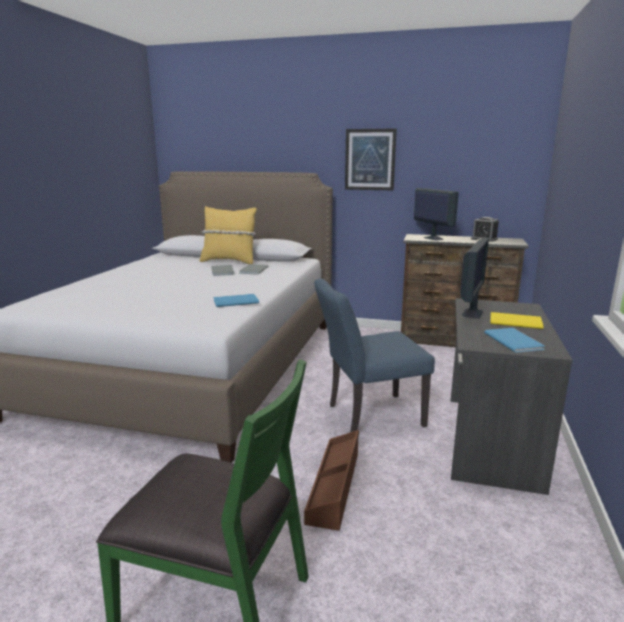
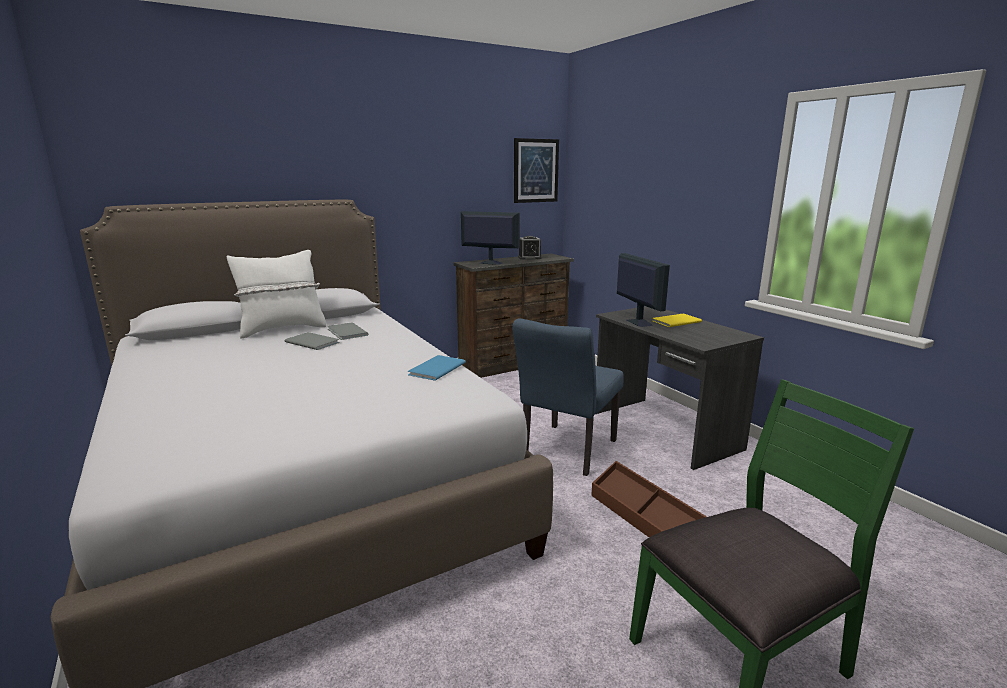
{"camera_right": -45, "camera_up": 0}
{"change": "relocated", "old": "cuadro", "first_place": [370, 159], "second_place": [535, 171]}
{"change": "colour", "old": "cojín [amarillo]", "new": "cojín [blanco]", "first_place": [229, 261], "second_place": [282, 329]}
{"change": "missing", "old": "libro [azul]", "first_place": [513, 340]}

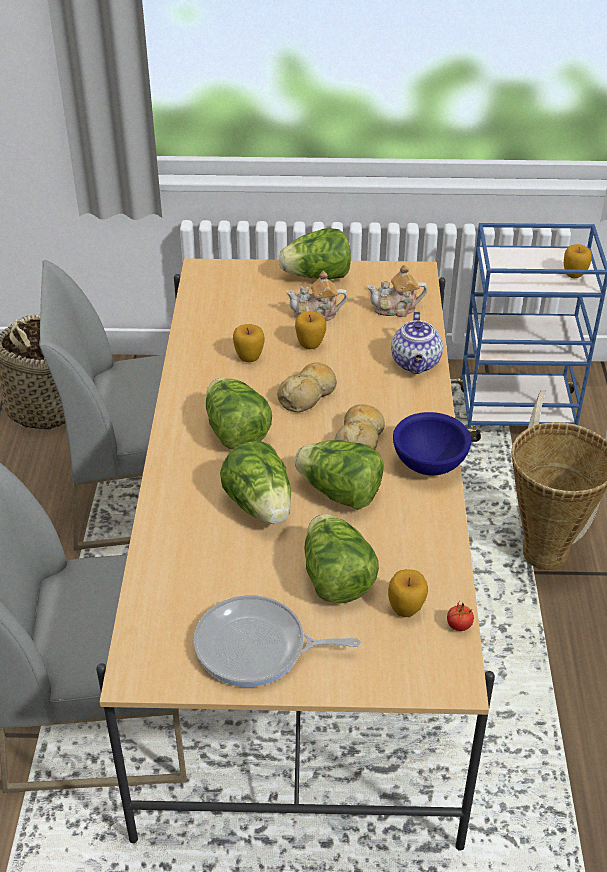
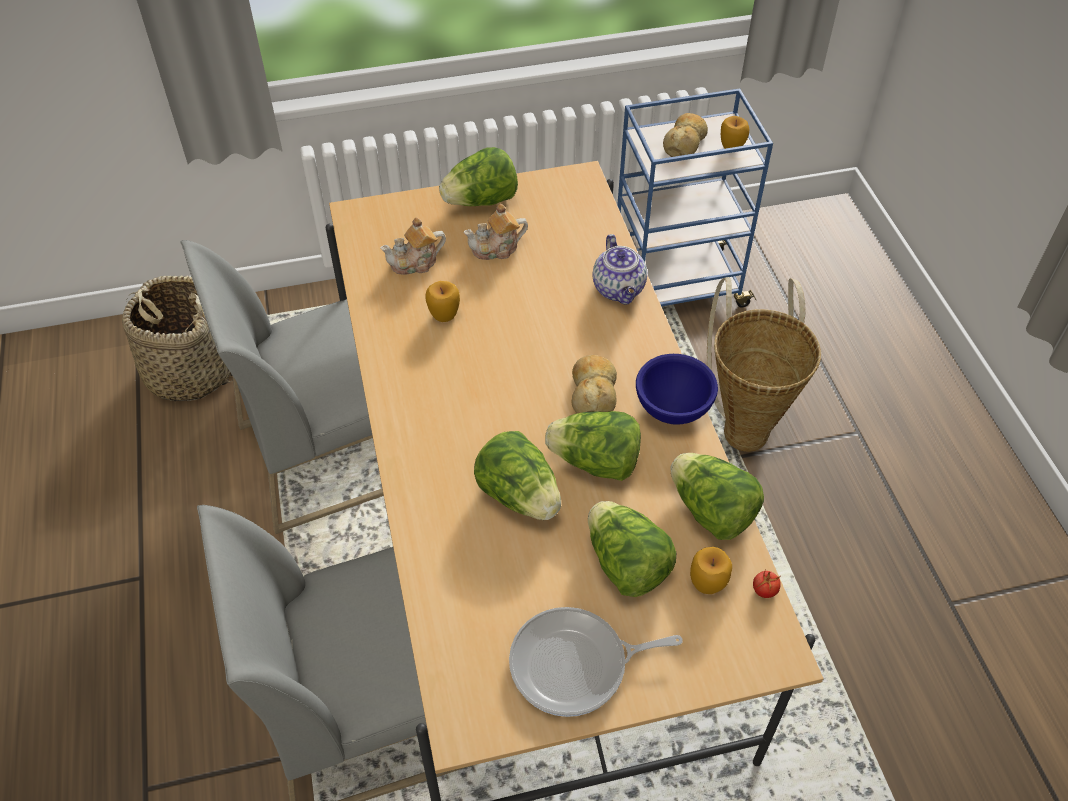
{"camera_right": -15, "camera_up": 10}
{"change": "relocated", "old": "tetera", "first_place": [396, 308], "second_place": [415, 263]}
{"change": "missing", "old": "manzana", "first_place": [310, 344]}
{"change": "relocated", "old": "pan", "first_place": [308, 395], "second_place": [685, 142]}
{"change": "relocated", "old": "lechuga", "first_place": [235, 432], "second_place": [711, 512]}

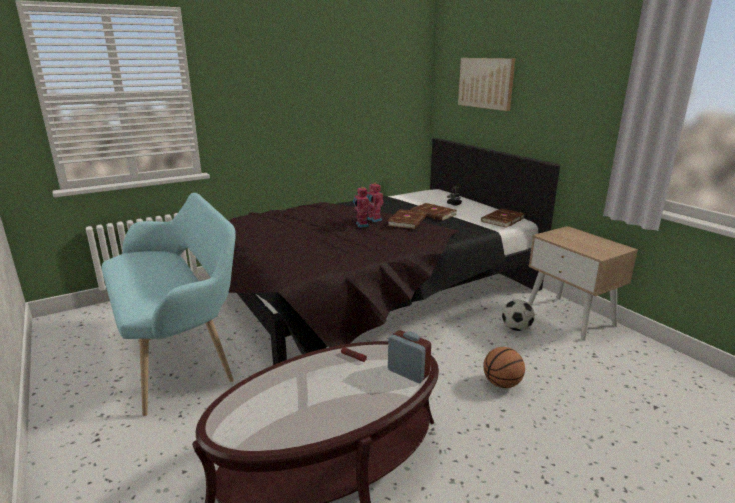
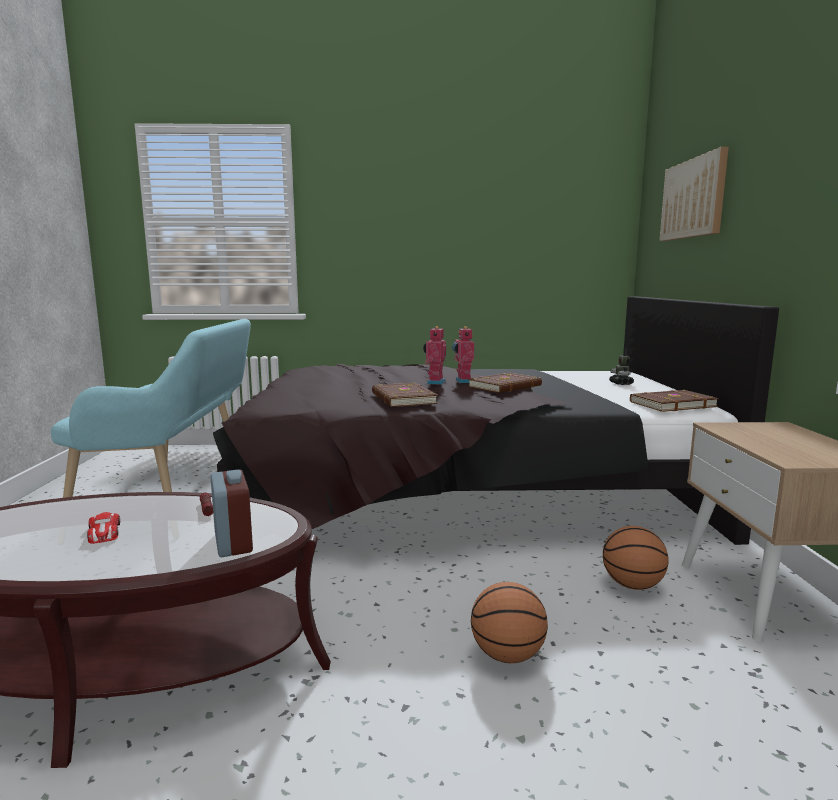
{"camera_right": 30, "camera_up": -10}
{"change": "relocated", "old": "libro [marrón]", "first_place": [433, 214], "second_place": [402, 399]}
{"change": "exchanged", "old": "balón de fútbol", "new": "balón de baloncesto", "first_place": [516, 328], "second_place": [632, 585]}
{"change": "appeared", "new": "coche de juguete", "second_place": [104, 532]}

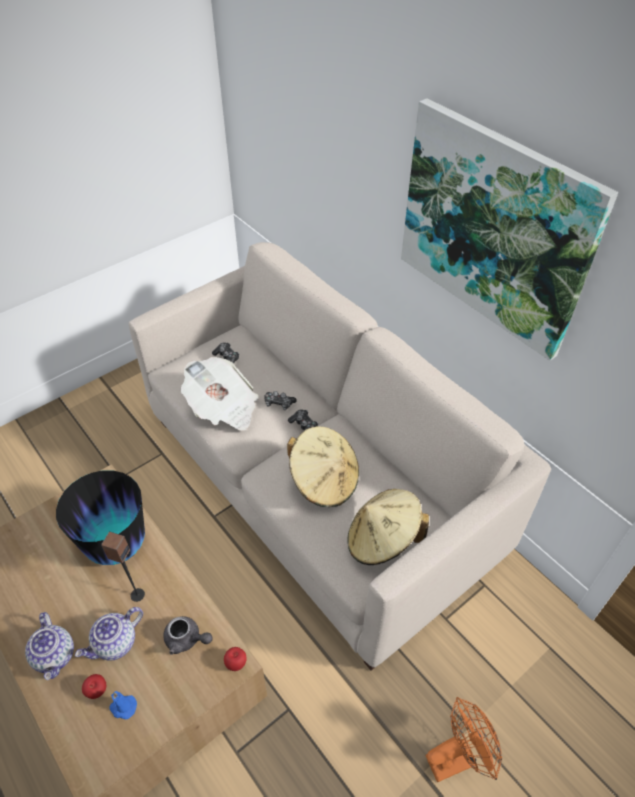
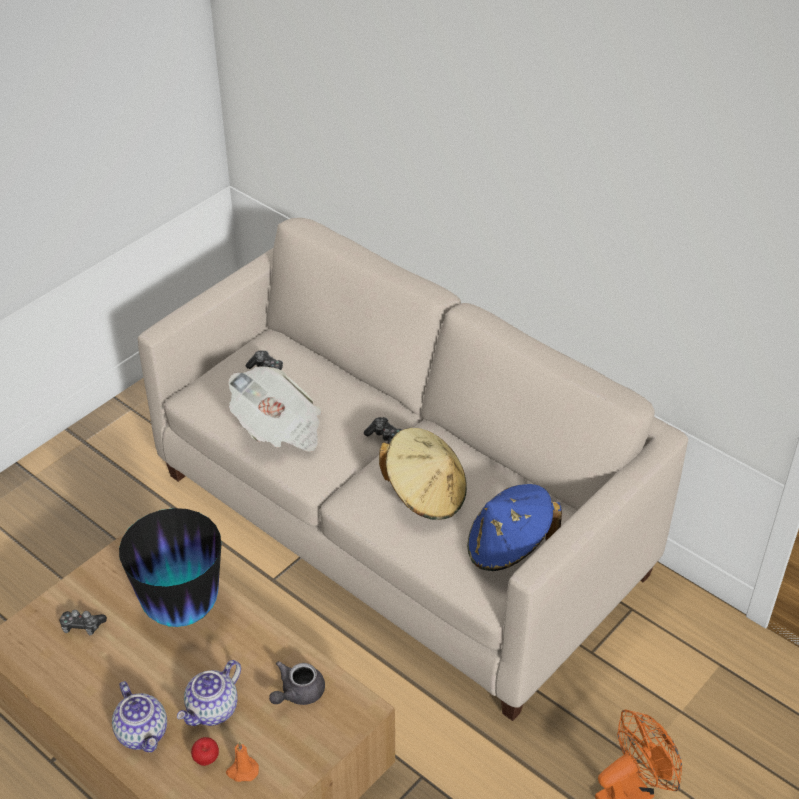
{"camera_right": -10, "camera_up": -5}
{"change": "missing", "old": "cuadro", "first_place": [494, 229]}
{"change": "relocated", "old": "mando de consola", "first_place": [279, 403], "second_place": [82, 626]}
{"change": "colour", "old": "sombrero [beis]", "new": "sombrero [azul]", "first_place": [382, 540], "second_place": [508, 548]}
{"change": "missing", "old": "altavoz", "first_place": [137, 594]}
{"change": "spun", "old": "tetera [gris]", "first_place": [187, 639], "second_place": [297, 693], "degrees": 120}
{"change": "missing", "old": "manzana", "first_place": [236, 663]}
{"change": "colour", "old": "vela [azul]", "new": "vela [naranja]", "first_place": [123, 707], "second_place": [242, 771]}

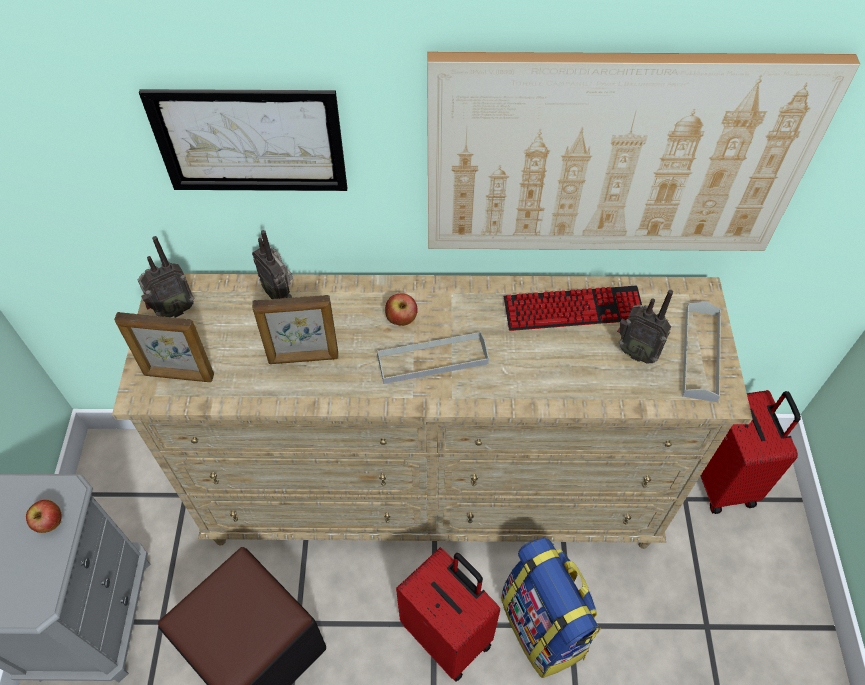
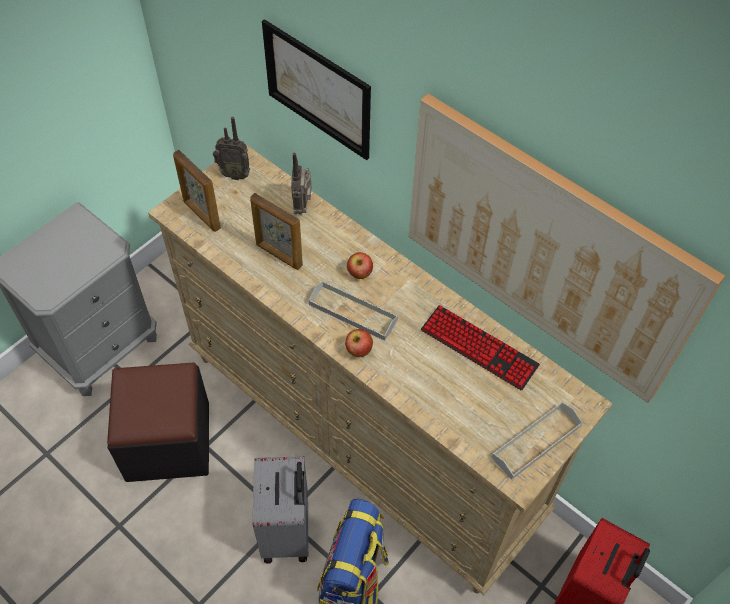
{"camera_right": 40, "camera_up": 0}
{"change": "missing", "old": "radio", "first_place": [636, 351]}
{"change": "relocated", "old": "manzana", "first_place": [50, 523], "second_place": [358, 351]}
{"change": "colour", "old": "maleta [rojo]", "new": "maleta [gris]", "first_place": [448, 634], "second_place": [288, 531]}

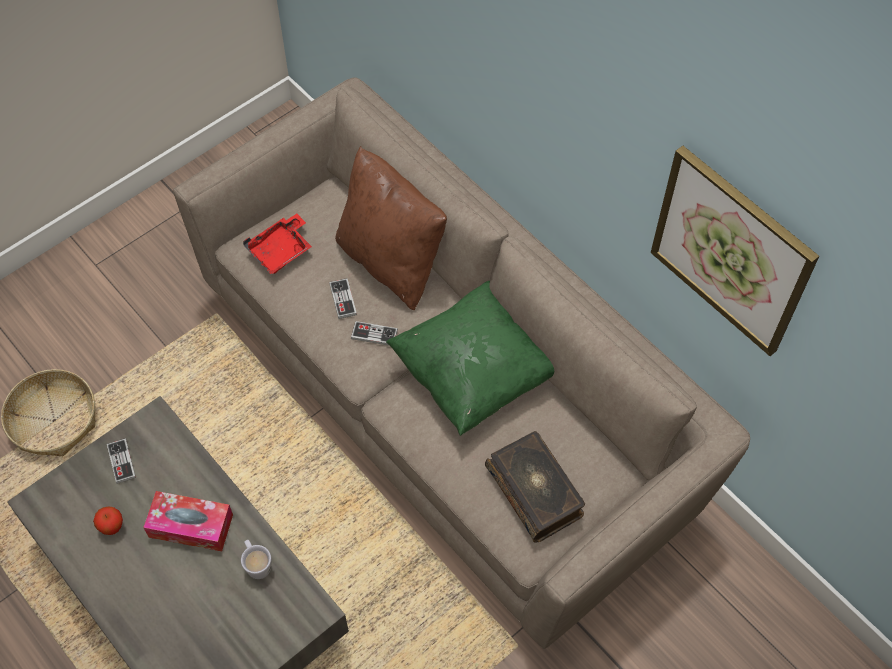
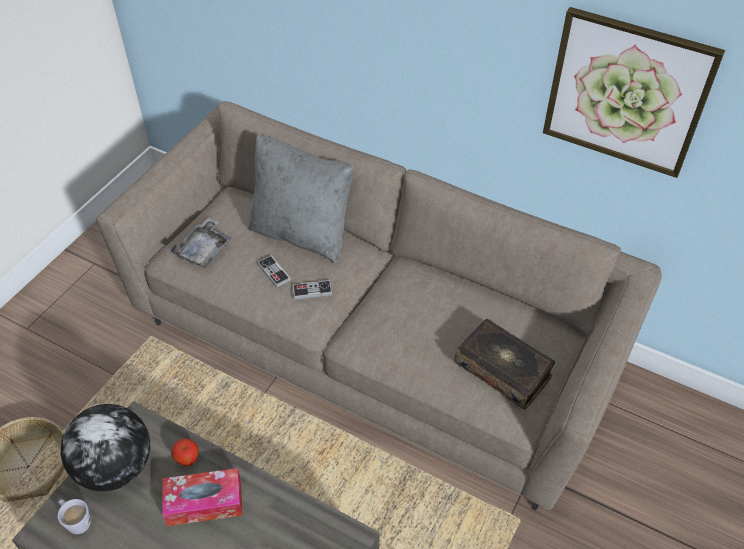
{"camera_right": -20, "camera_up": -10}
{"change": "colour", "old": "cojín [marrón]", "new": "cojín [gris]", "first_place": [391, 261], "second_place": [302, 233]}
{"change": "colour", "old": "bandeja [rojo]", "new": "bandeja [gris]", "first_place": [281, 250], "second_place": [204, 250]}
{"change": "missing", "old": "cojín [verde]", "first_place": [474, 373]}
{"change": "exchanged", "old": "mando de consola", "new": "globo terráqueo", "first_place": [121, 461], "second_place": [116, 467]}
{"change": "relocated", "old": "manzana", "first_place": [112, 527], "second_place": [188, 460]}
{"change": "relocated", "old": "taza grande [blanco]", "first_place": [257, 564], "second_place": [76, 521]}

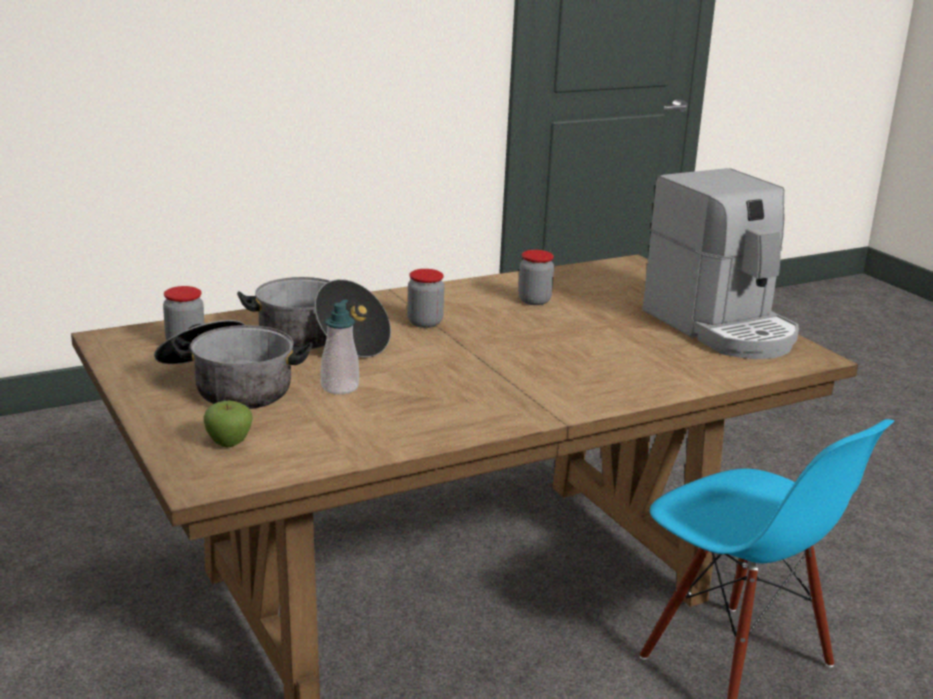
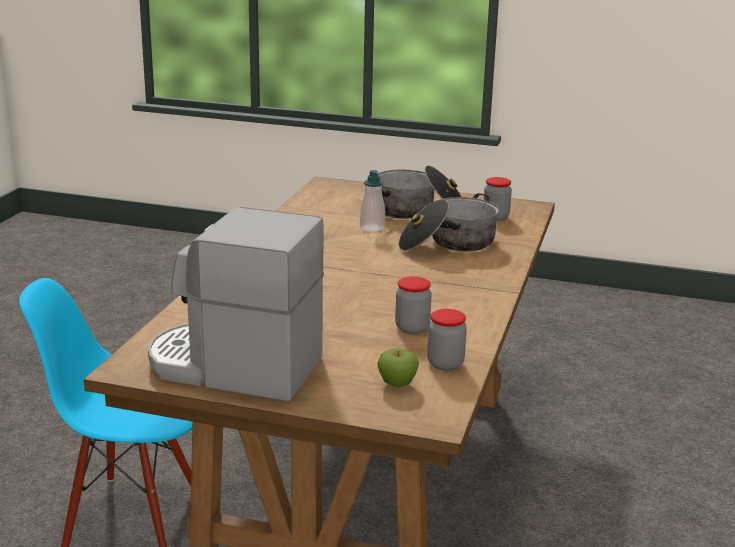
{"camera_right": 135, "camera_up": 0}
{"change": "relocated", "old": "tarro", "first_place": [425, 322], "second_place": [445, 364]}
{"change": "relocated", "old": "manzana", "first_place": [229, 443], "second_place": [397, 384]}

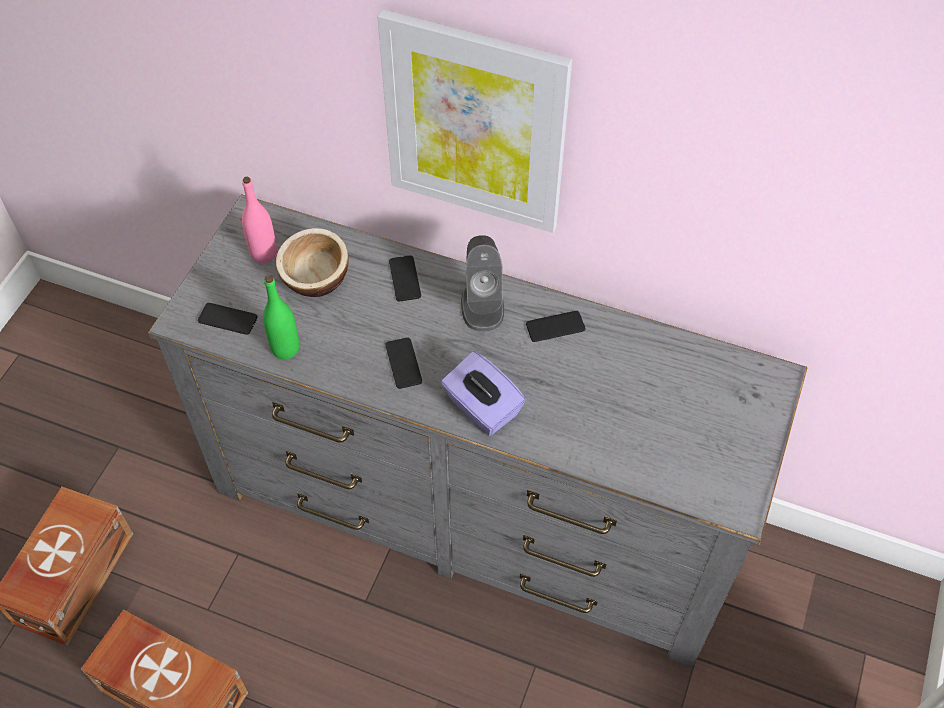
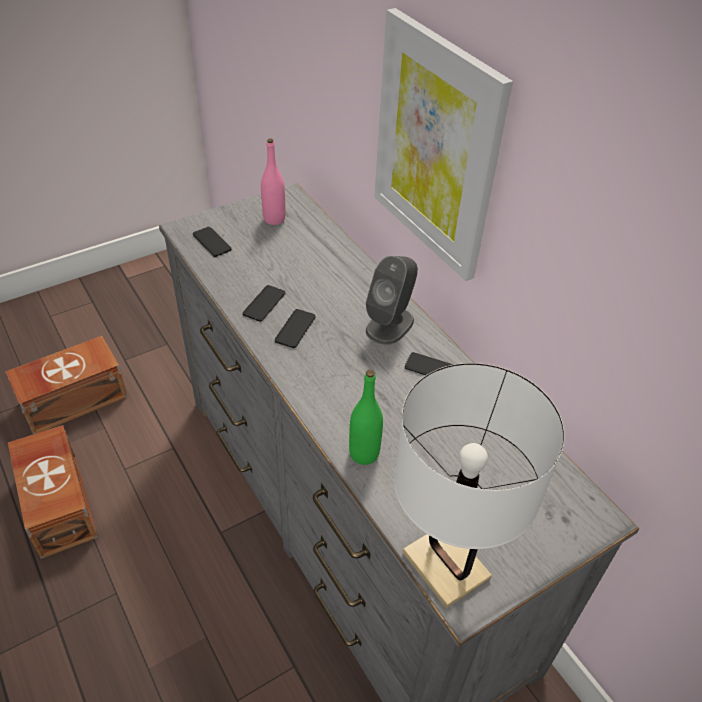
{"camera_right": 35, "camera_up": -10}
{"change": "missing", "old": "cuenco", "first_place": [316, 278]}
{"change": "relocated", "old": "móvil", "first_place": [405, 279], "second_place": [264, 303]}
{"change": "relocated", "old": "botella [verde]", "first_place": [285, 348], "second_place": [364, 453]}
{"change": "missing", "old": "caja de pañuelos [morado]", "first_place": [482, 408]}
{"change": "appeared", "new": "lámpara de mesa [blanco]", "second_place": [446, 565]}

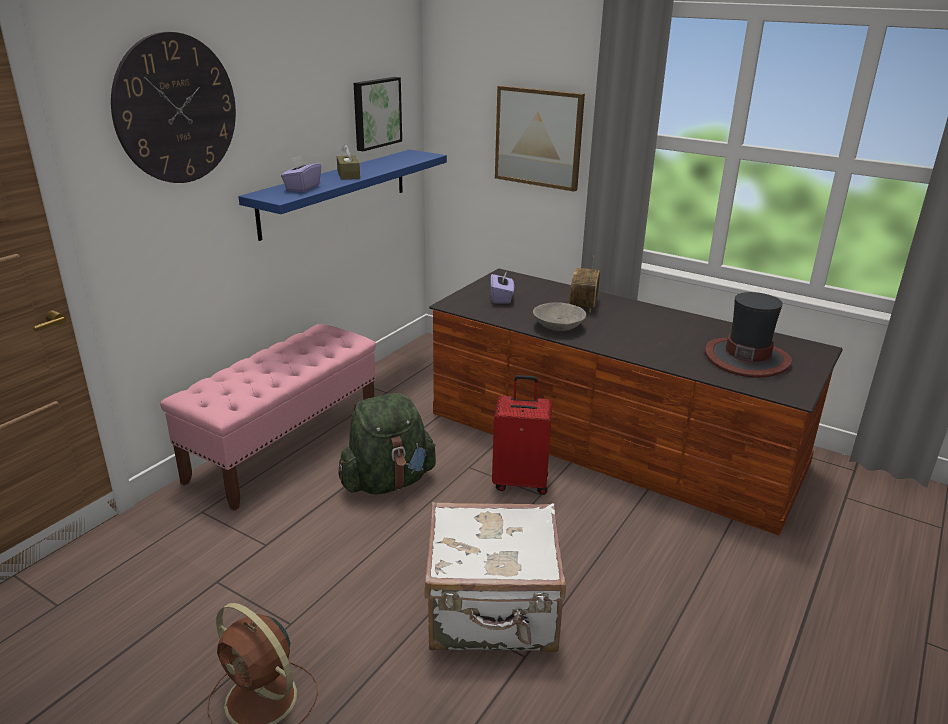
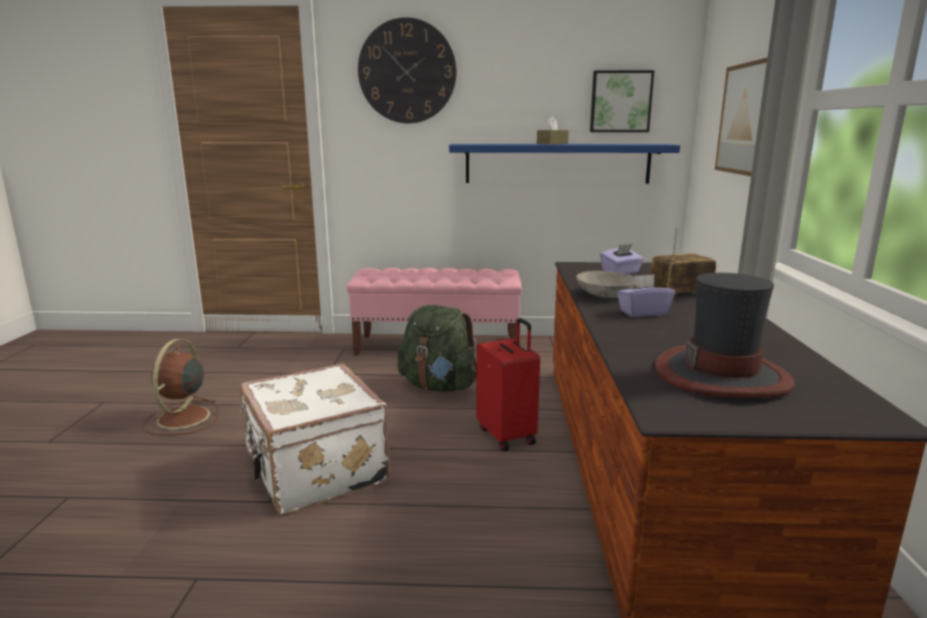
{"camera_right": 60, "camera_up": -10}
{"change": "relocated", "old": "caja de pañuelos [morado]", "first_place": [302, 187], "second_place": [643, 312]}

